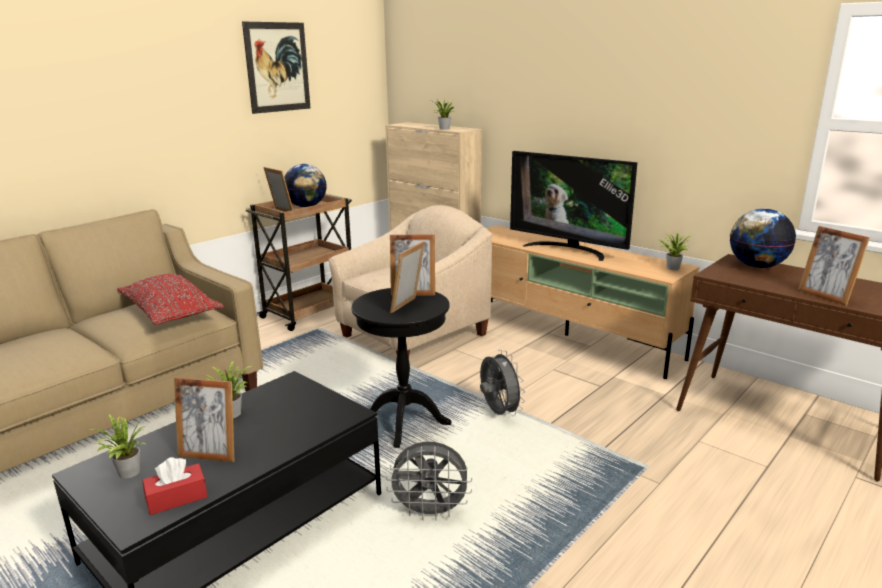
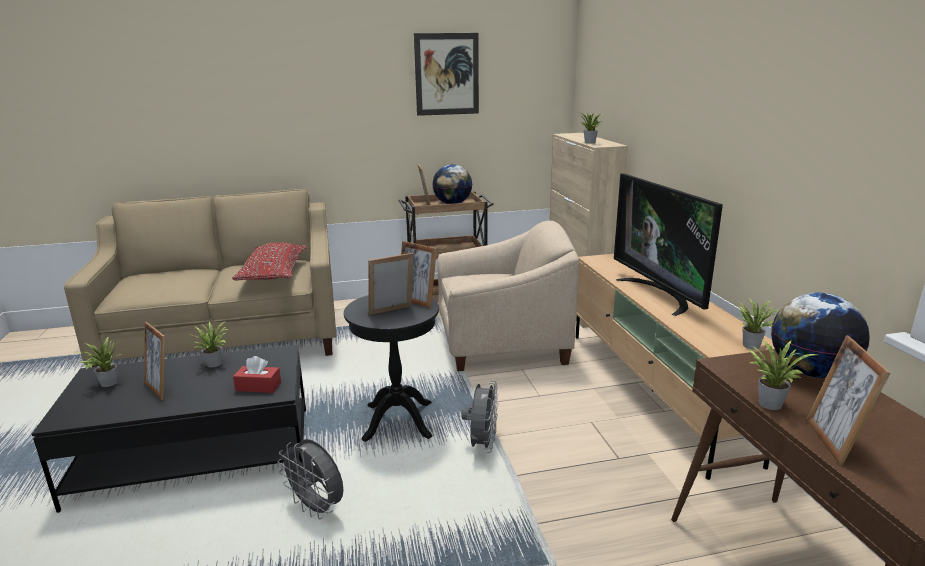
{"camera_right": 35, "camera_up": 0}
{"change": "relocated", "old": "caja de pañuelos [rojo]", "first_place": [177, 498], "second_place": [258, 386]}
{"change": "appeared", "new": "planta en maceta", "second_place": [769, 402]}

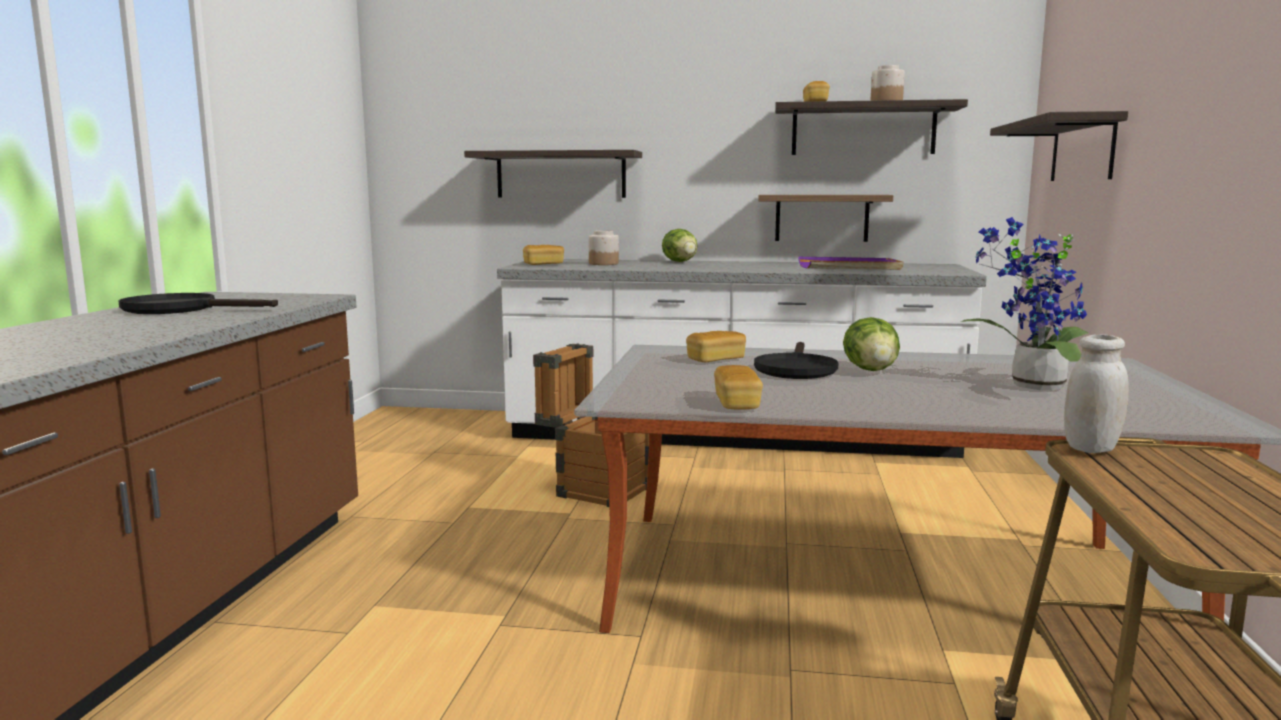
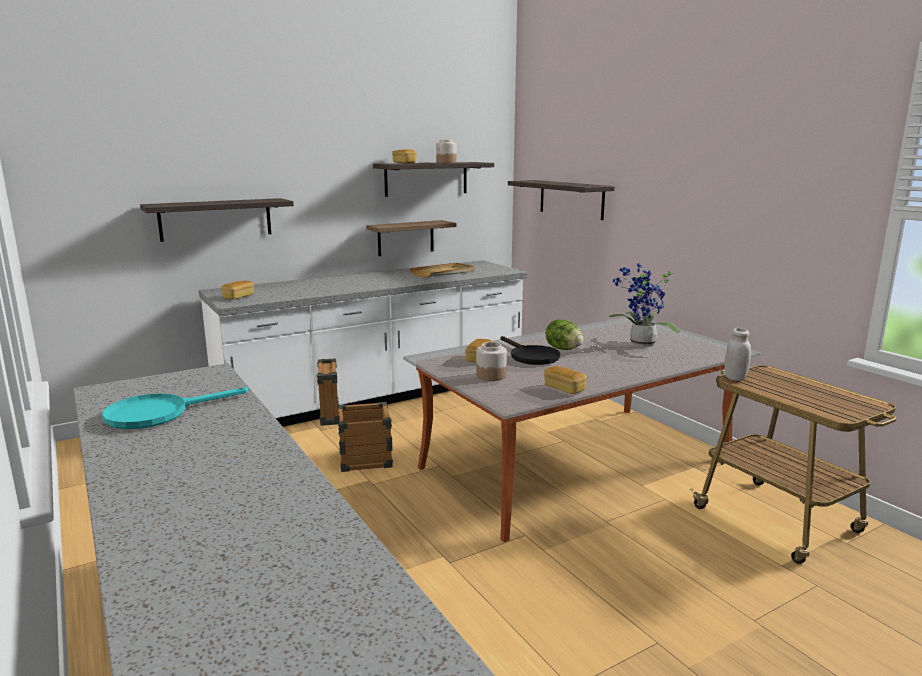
{"camera_right": -40, "camera_up": 5}
{"change": "missing", "old": "lechuga", "first_place": [680, 262]}
{"change": "relocated", "old": "tarro", "first_place": [604, 264], "second_place": [491, 376]}
{"change": "colour", "old": "bandeja [morado]", "new": "bandeja [beis]", "first_place": [850, 267], "second_place": [443, 272]}
{"change": "colour", "old": "sartén [negro]", "new": "sartén [turquesa]", "first_place": [182, 309], "second_place": [158, 413]}

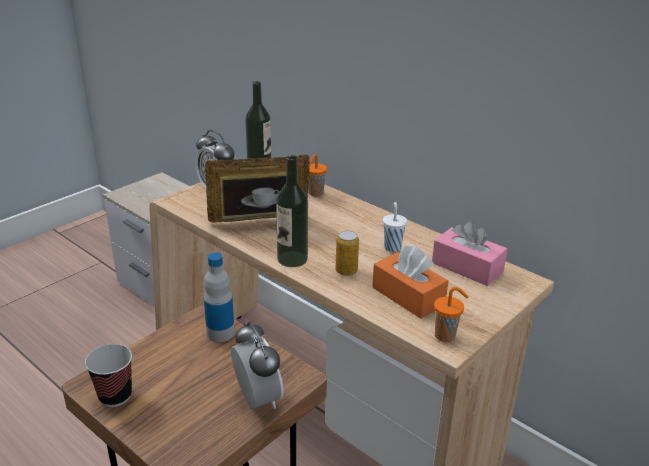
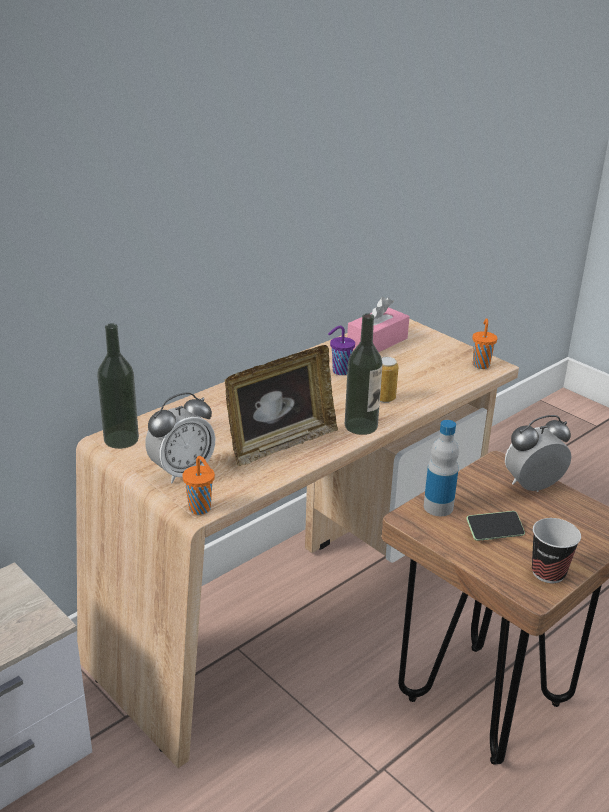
{"camera_right": -85, "camera_up": 0}
{"change": "relocated", "old": "taza [naranja]", "first_place": [315, 193], "second_place": [201, 509]}
{"change": "spun", "old": "portarretratos", "first_place": [259, 224], "second_place": [280, 443], "degrees": -120}
{"change": "colour", "old": "taza [blanco]", "new": "taza [morado]", "first_place": [392, 247], "second_place": [339, 371]}
{"change": "missing", "old": "caja de pañuelos [naranja]", "first_place": [408, 296]}
{"change": "appeared", "new": "móvil", "second_place": [494, 532]}

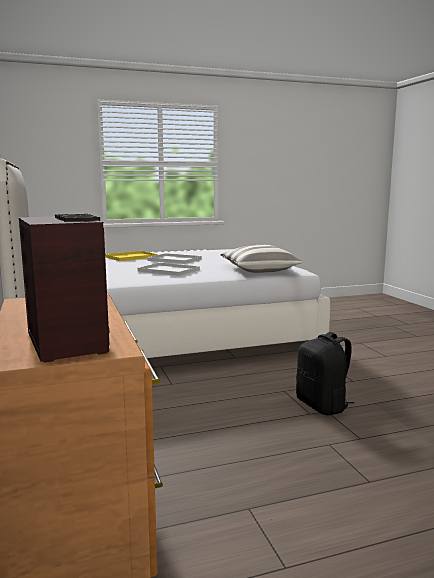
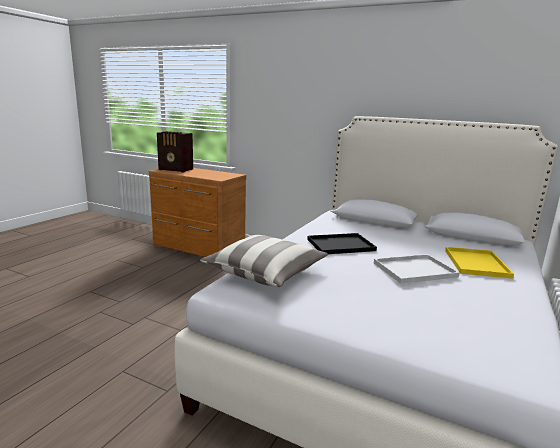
{"camera_right": 135, "camera_up": 5}
{"change": "colour", "old": "bandeja [blanco]", "new": "bandeja [negro]", "first_place": [167, 270], "second_place": [341, 244]}
{"change": "missing", "old": "mochila [negro]", "first_place": [323, 406]}

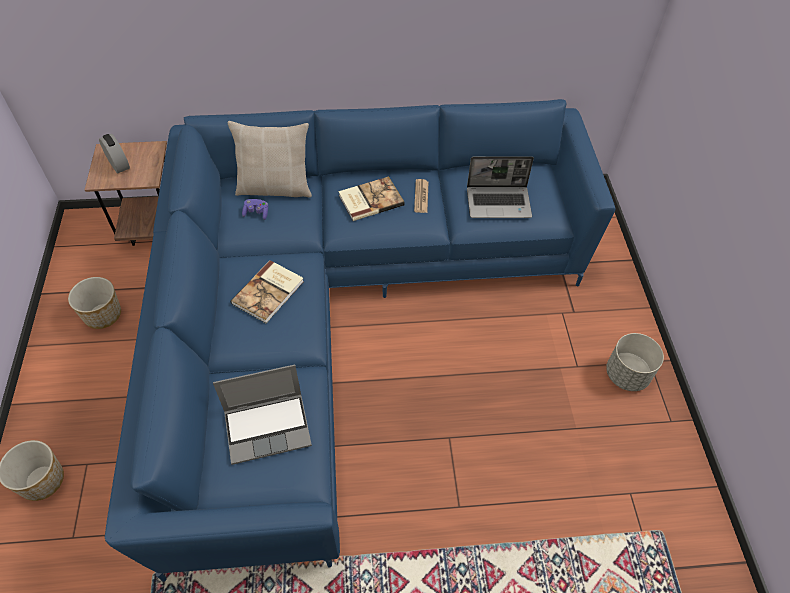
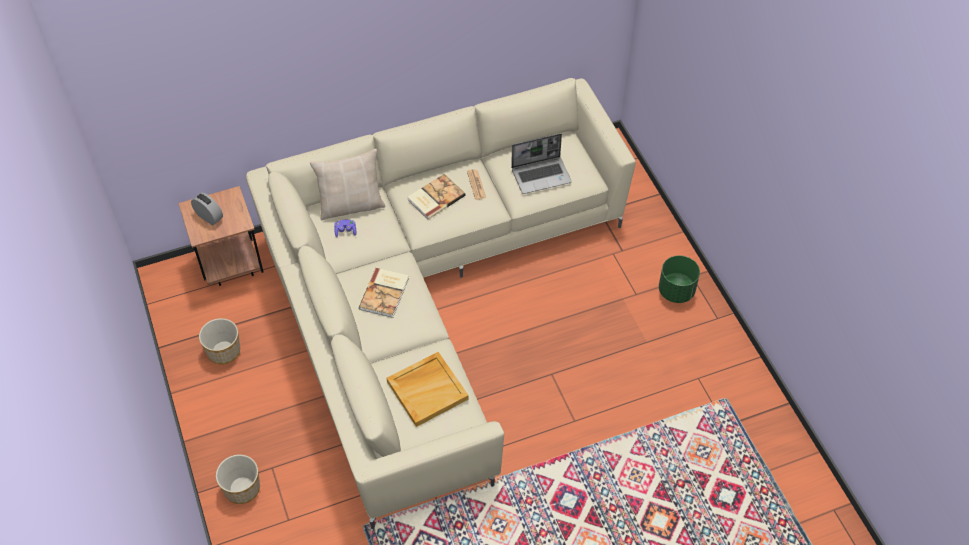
{"camera_right": -15, "camera_up": 0}
{"change": "colour", "old": "sofá [azul]", "new": "sofá [beis]", "first_place": [337, 309], "second_place": [425, 296]}
{"change": "colour", "old": "maceta [gris]", "new": "maceta [verde]", "first_place": [627, 374], "second_place": [676, 291]}
{"change": "exchanged", "old": "portátil", "new": "bandeja [beis]", "first_place": [268, 427], "second_place": [427, 390]}

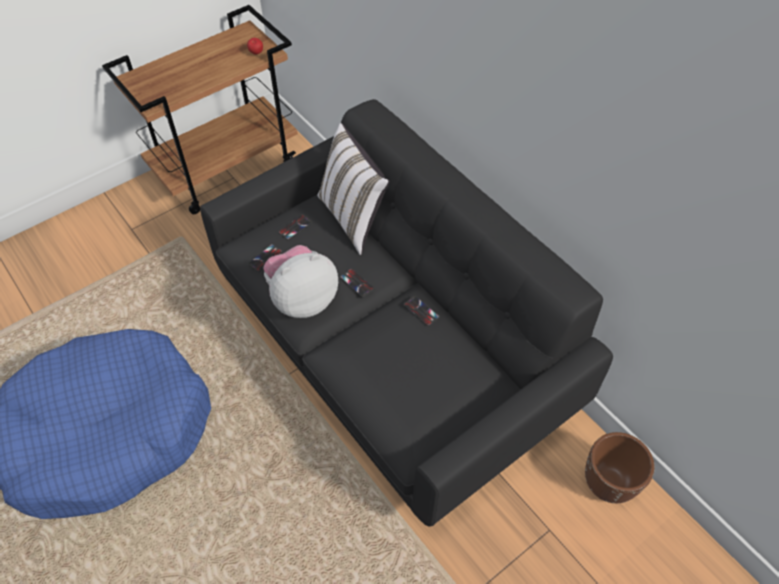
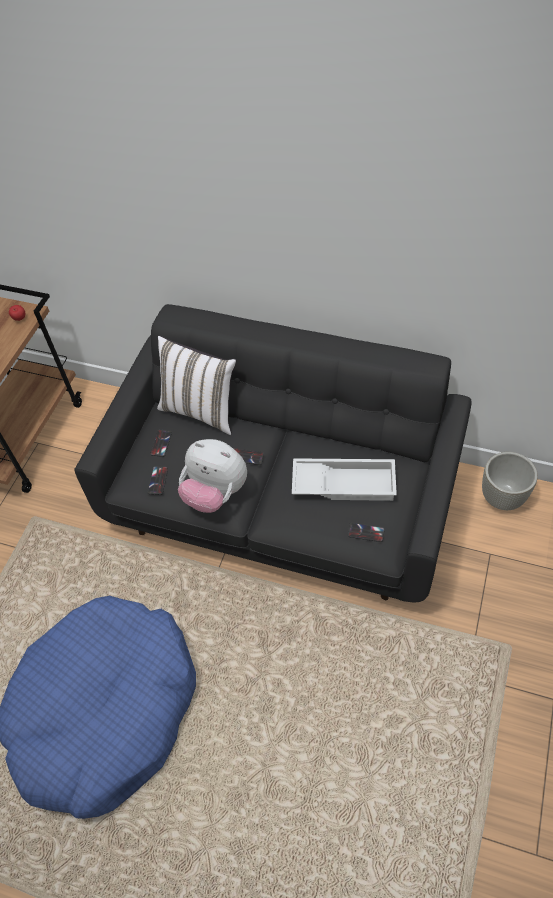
{"camera_right": -30, "camera_up": 0}
{"change": "spun", "old": "peluche", "first_place": [302, 299], "second_place": [215, 493], "degrees": -90}
{"change": "relocated", "old": "móvil", "first_place": [421, 311], "second_place": [366, 532]}
{"change": "colour", "old": "maceta [marrón]", "new": "maceta [gris]", "first_place": [609, 483], "second_place": [502, 497]}
{"change": "appeared", "new": "bandeja [blanco]", "second_place": [344, 482]}

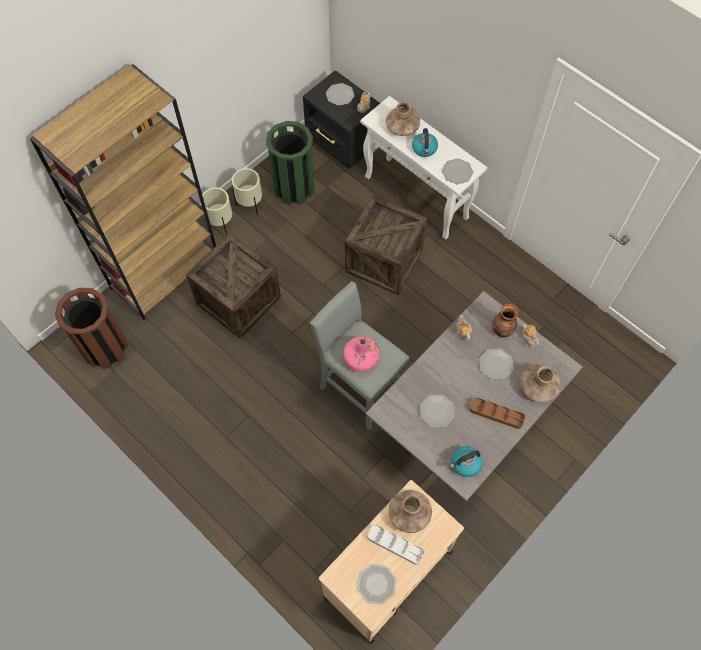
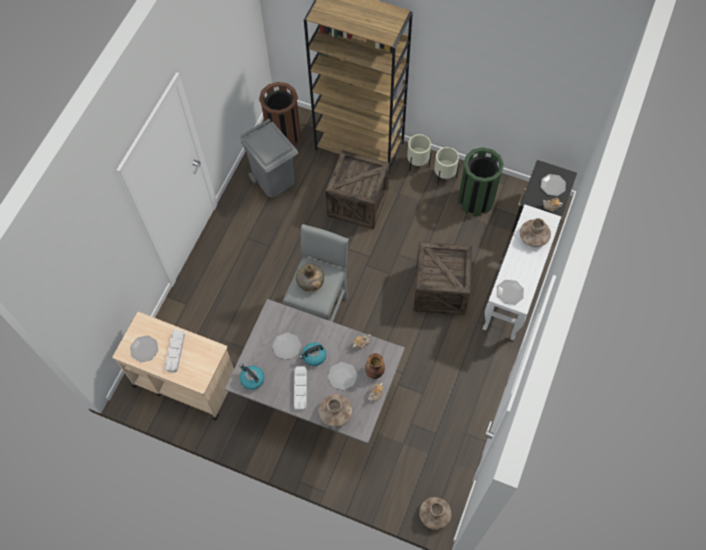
{"camera_right": 70, "camera_up": 0}
{"change": "relocated", "old": "hervidor", "first_place": [424, 149], "second_place": [314, 356]}
{"change": "colour", "old": "botella [rosa]", "new": "botella [verde]", "first_place": [361, 359], "second_place": [310, 282]}
{"change": "colour", "old": "bandeja [marrón]", "new": "bandeja [gris]", "first_place": [496, 414], "second_place": [300, 389]}
{"change": "relocated", "old": "florero [marrón]", "first_place": [409, 514], "second_place": [434, 514]}
{"change": "appeared", "new": "papelera [gris]", "second_place": [274, 180]}

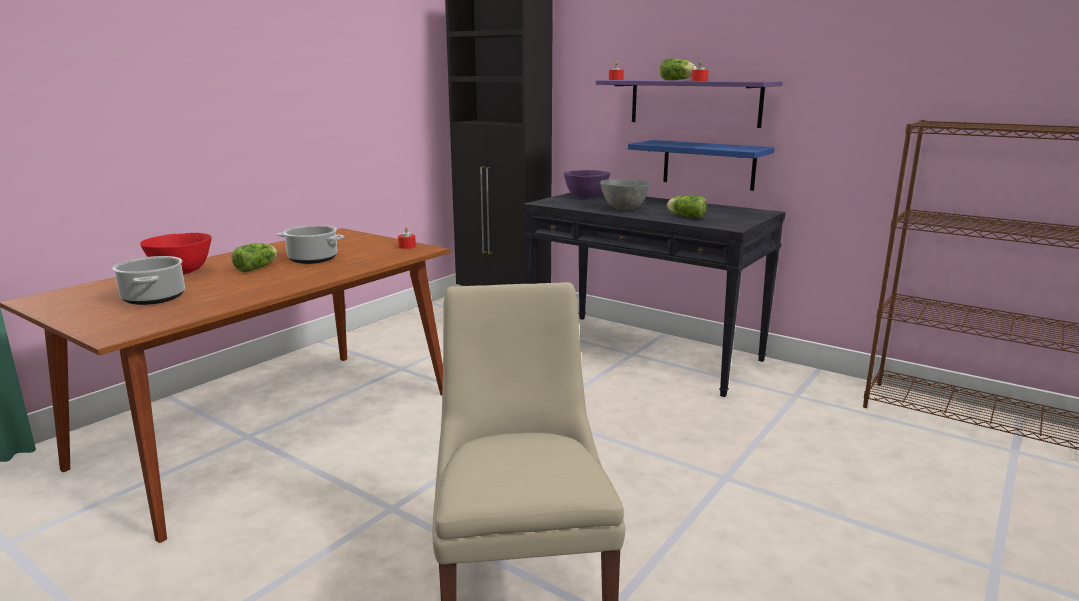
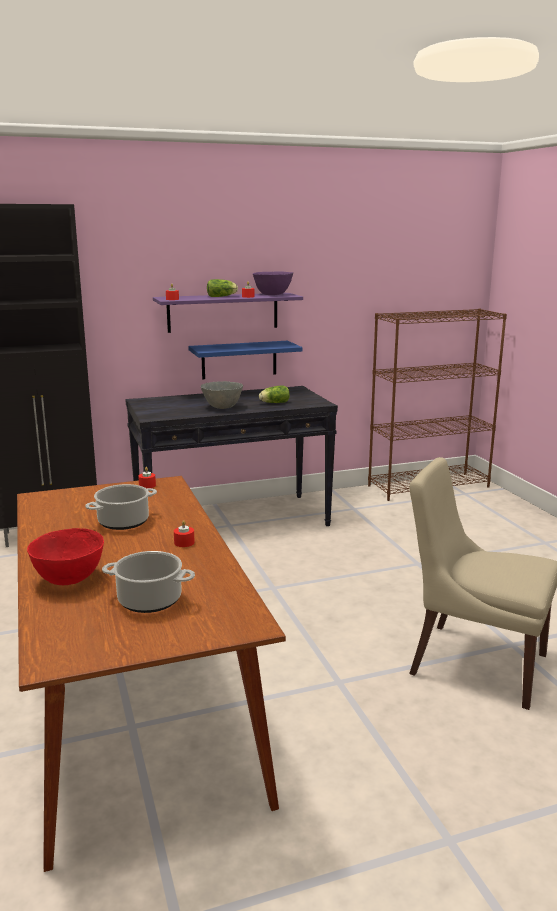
{"camera_right": -55, "camera_up": 0}
{"change": "relocated", "old": "cuenco [morado]", "first_place": [586, 197], "second_place": [273, 294]}
{"change": "missing", "old": "lechuga", "first_place": [258, 268]}
{"change": "appeared", "new": "vela [rojo]", "second_place": [184, 542]}

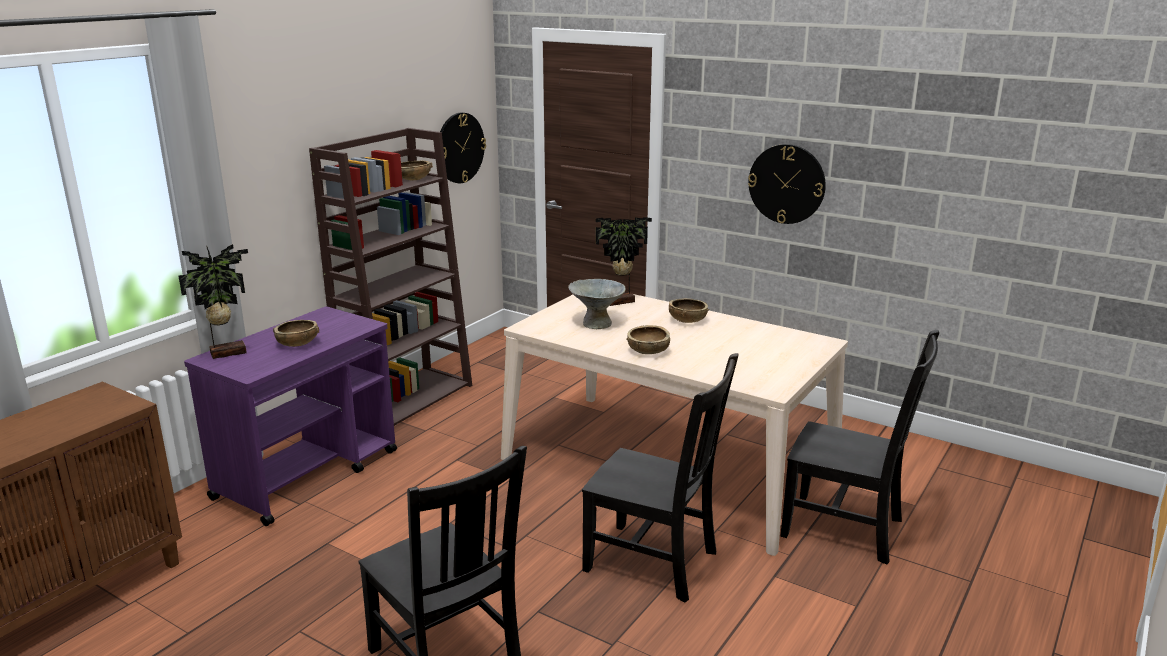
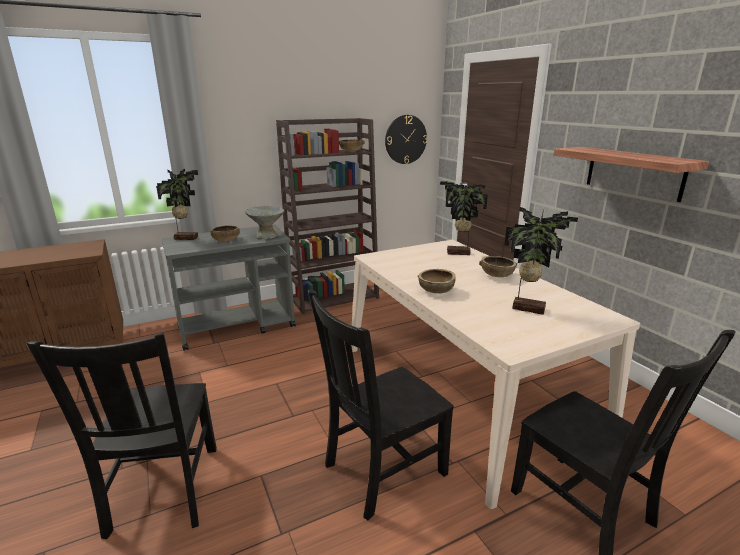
{"camera_right": 30, "camera_up": 0}
{"change": "exchanged", "old": "reloj de pared", "new": "estante", "first_place": [786, 184], "second_place": [634, 172]}
{"change": "relocated", "old": "cuenco [gris]", "first_place": [596, 323], "second_place": [266, 236]}
{"change": "colour", "old": "carrito [morado]", "new": "carrito [gris]", "first_place": [308, 474], "second_place": [237, 326]}
{"change": "spun", "old": "silla [negro]", "first_place": [655, 562], "second_place": [381, 471], "degrees": 90}
{"change": "appeared", "new": "planta en maceta", "second_place": [528, 308]}

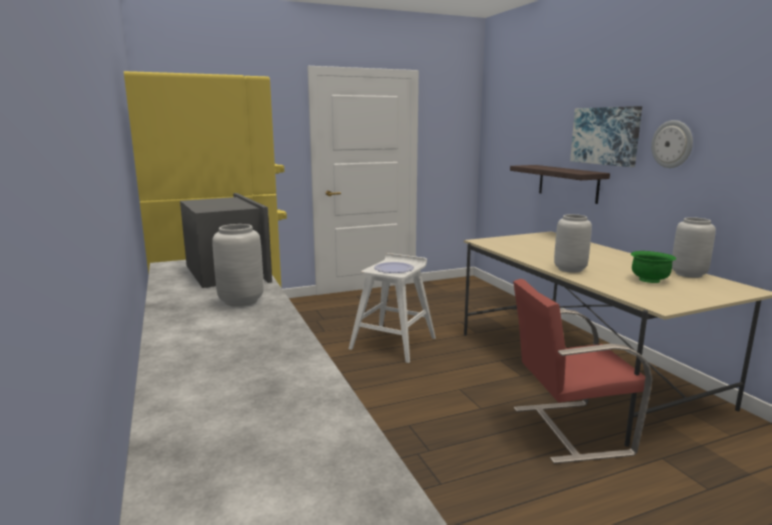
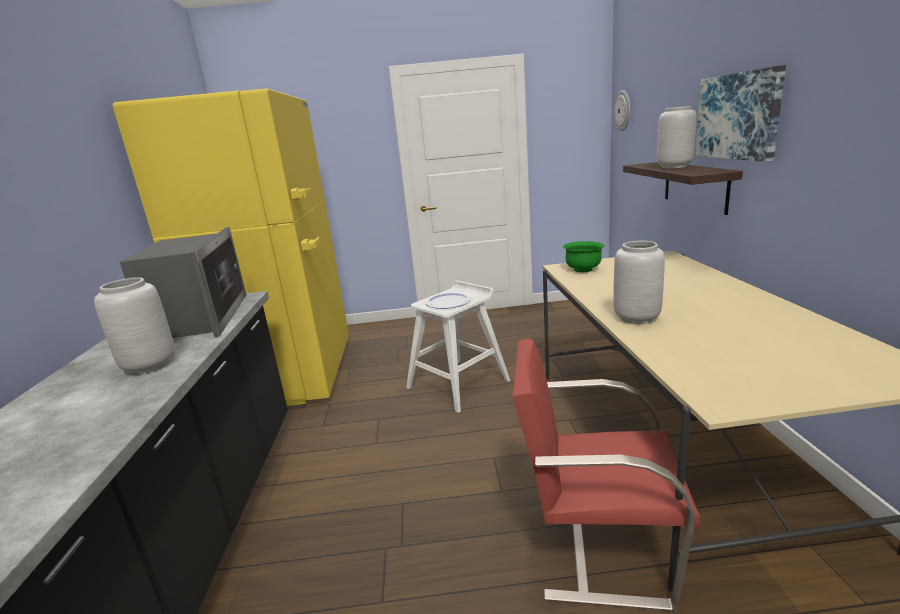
{"camera_right": 20, "camera_up": 5}
{"change": "relocated", "old": "reloj de pared", "first_place": [672, 144], "second_place": [623, 110]}
{"change": "relocated", "old": "florero [gris]", "first_place": [689, 274], "second_place": [675, 166]}
{"change": "relocated", "old": "cuenco [verde]", "first_place": [649, 280], "second_place": [583, 269]}

